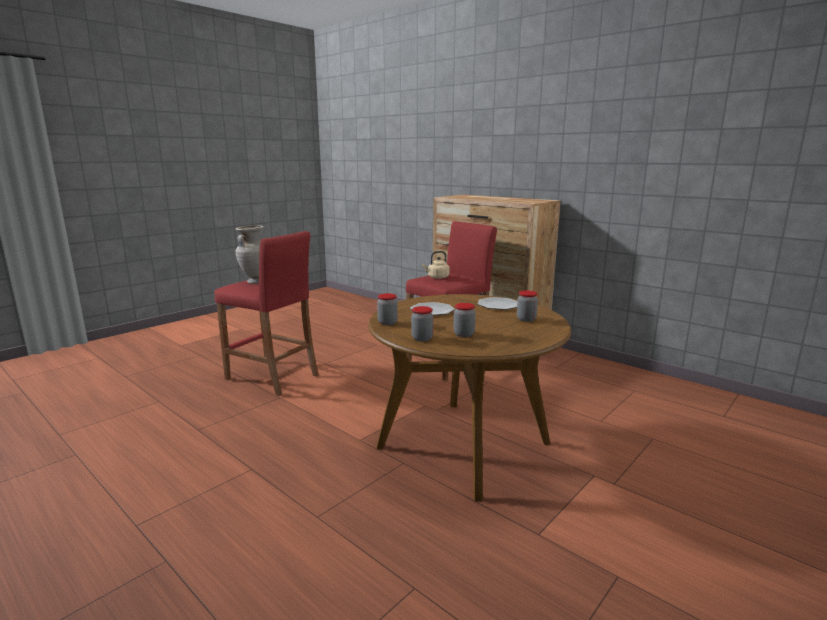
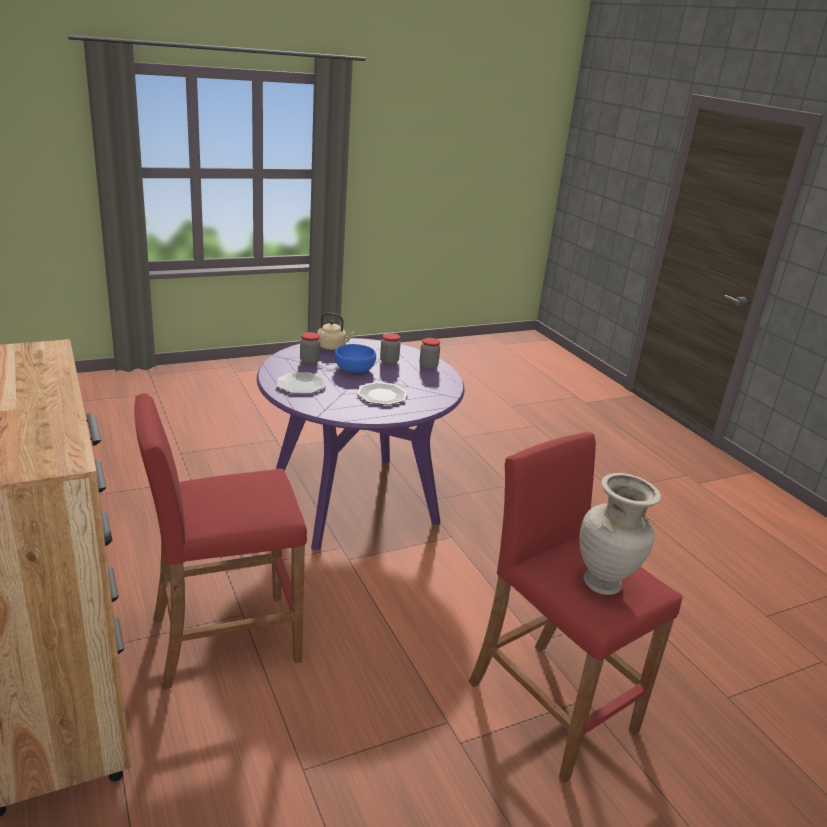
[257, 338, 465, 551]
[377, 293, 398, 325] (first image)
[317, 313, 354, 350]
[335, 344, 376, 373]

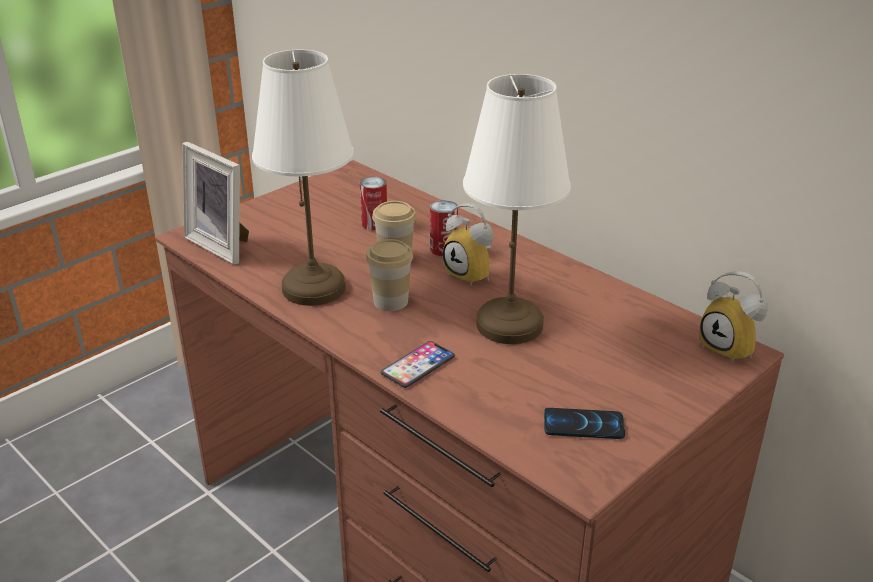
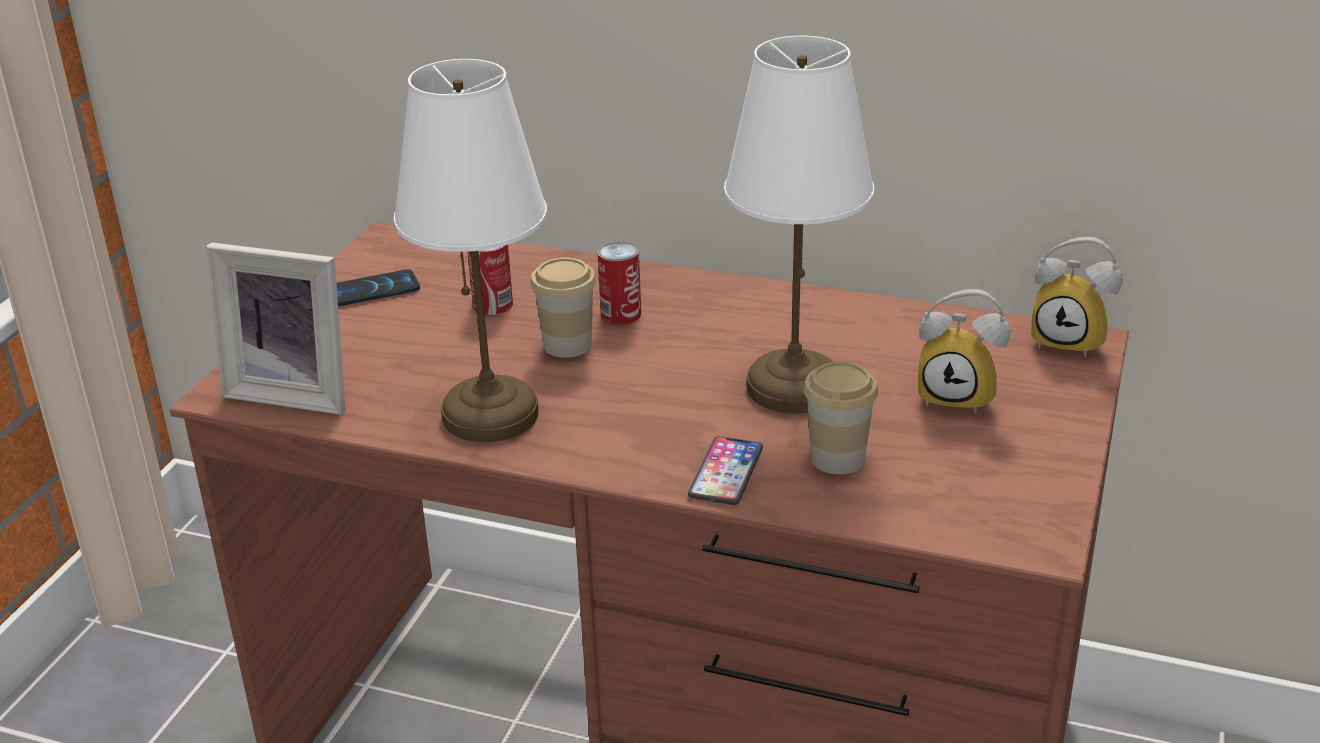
[803, 362, 878, 474]
[918, 289, 1010, 414]
[336, 269, 420, 306]

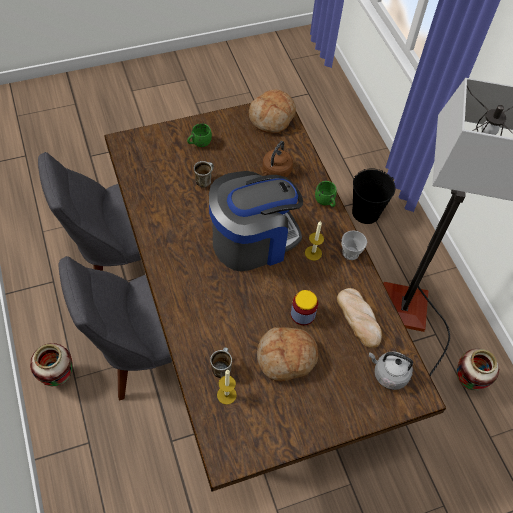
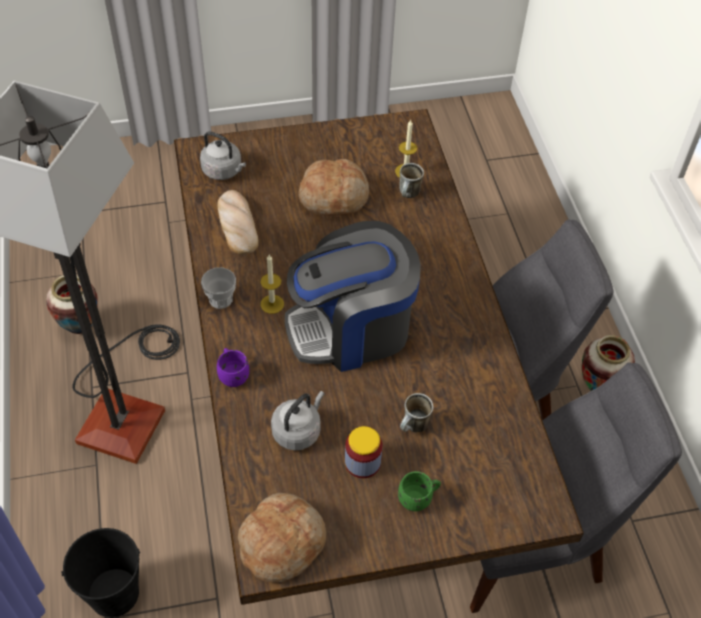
[271, 391, 324, 450]
[345, 426, 382, 478]
[217, 348, 249, 387]

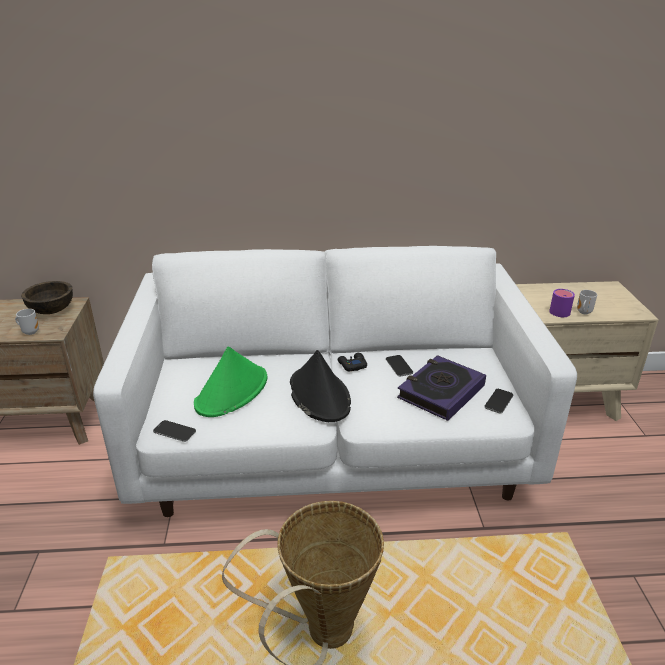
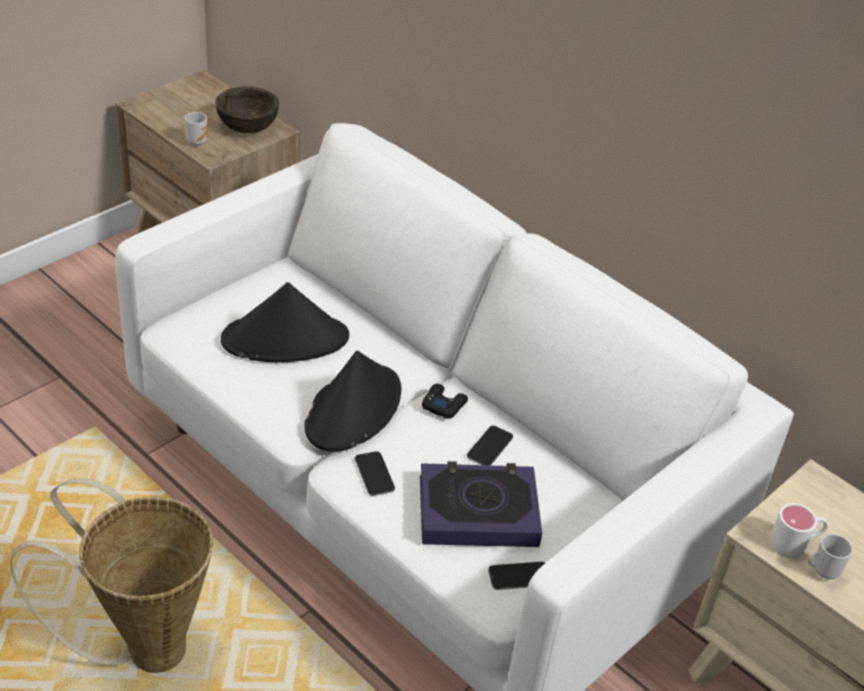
[355, 451, 395, 496]
[221, 282, 349, 363]
[769, 503, 829, 559]

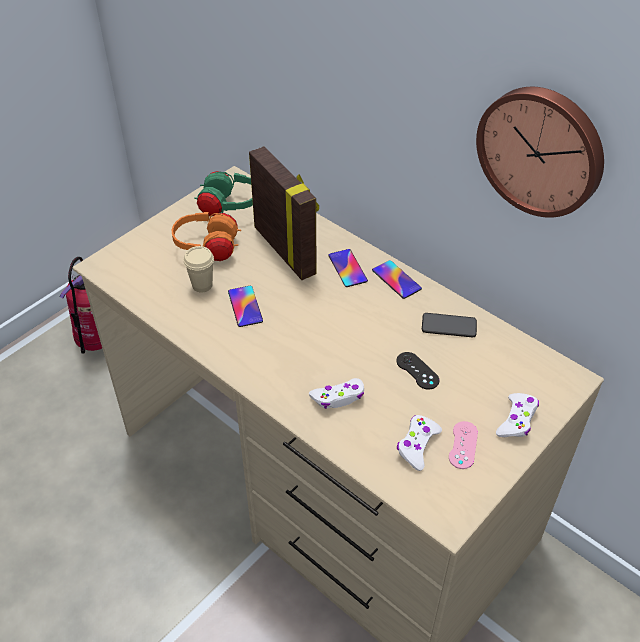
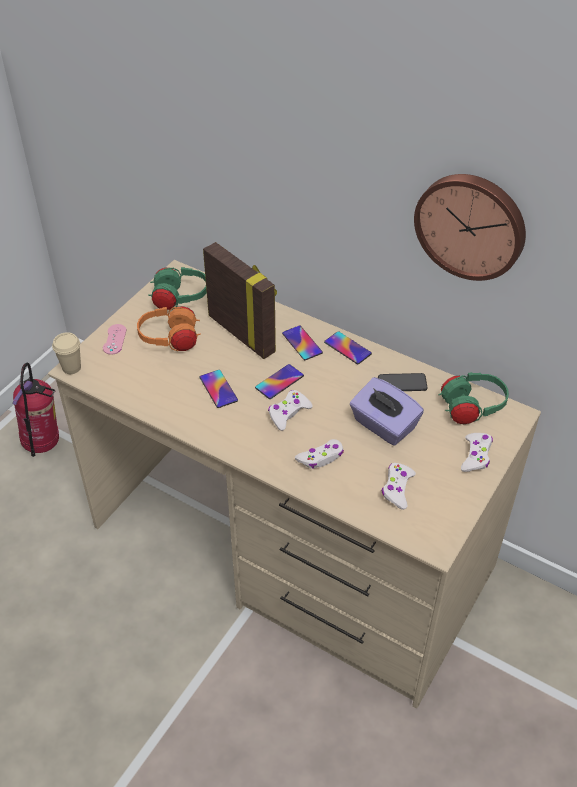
[52, 332, 81, 374]
[349, 377, 424, 446]
[103, 324, 127, 355]
[255, 364, 304, 399]
[268, 390, 313, 431]
[439, 372, 509, 424]

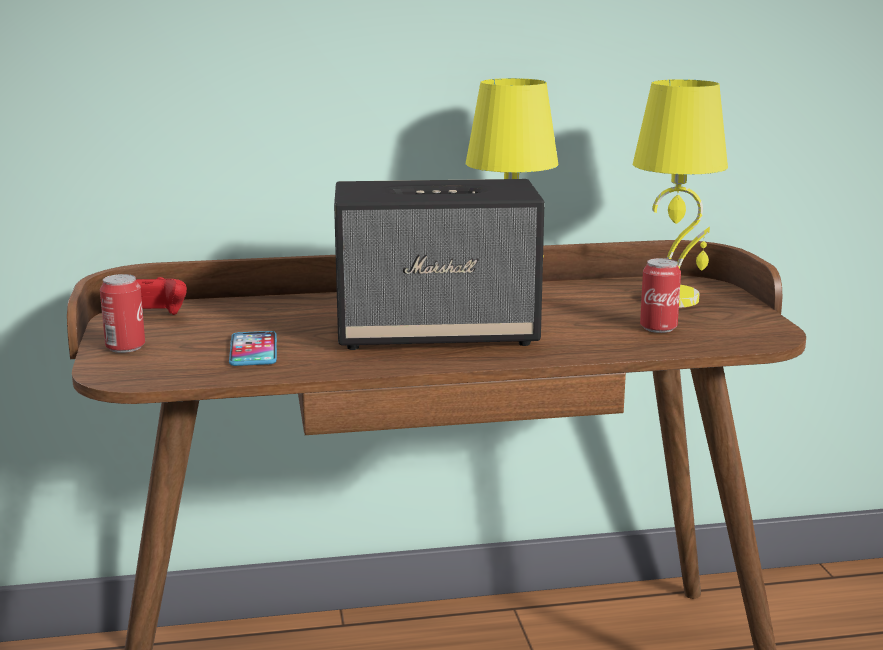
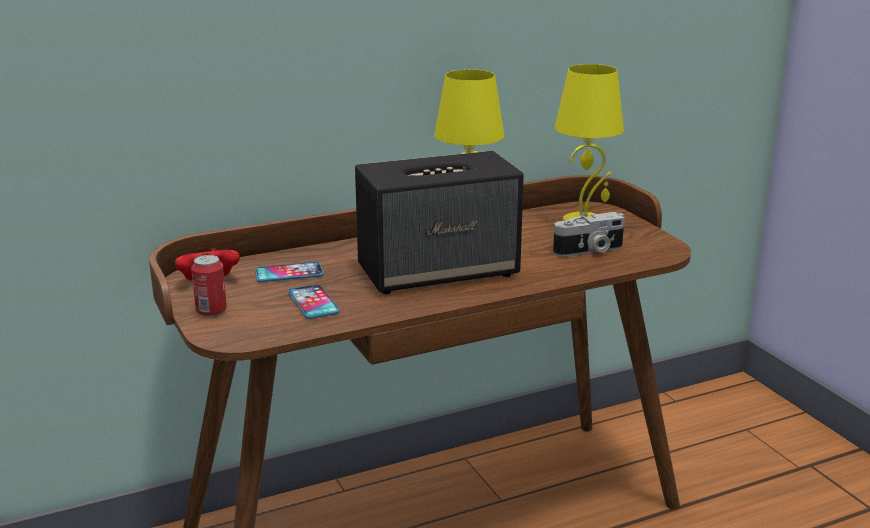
[553, 212, 625, 257]
[255, 262, 324, 282]

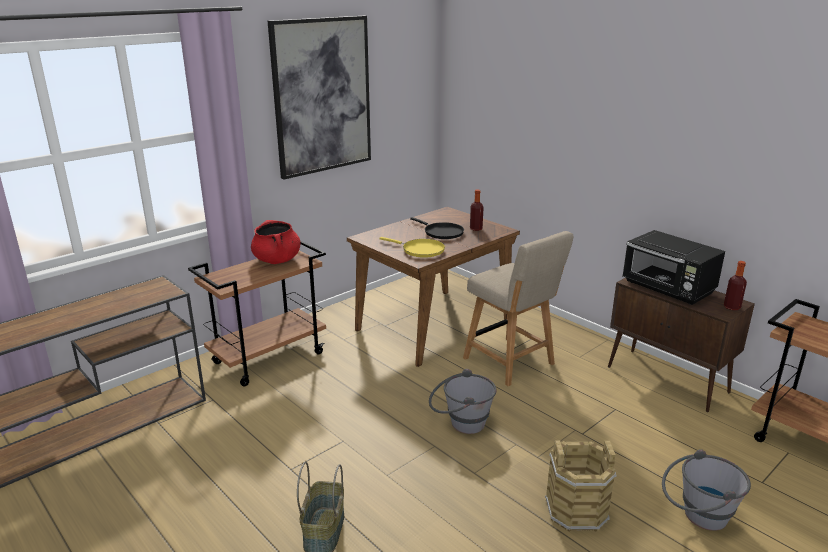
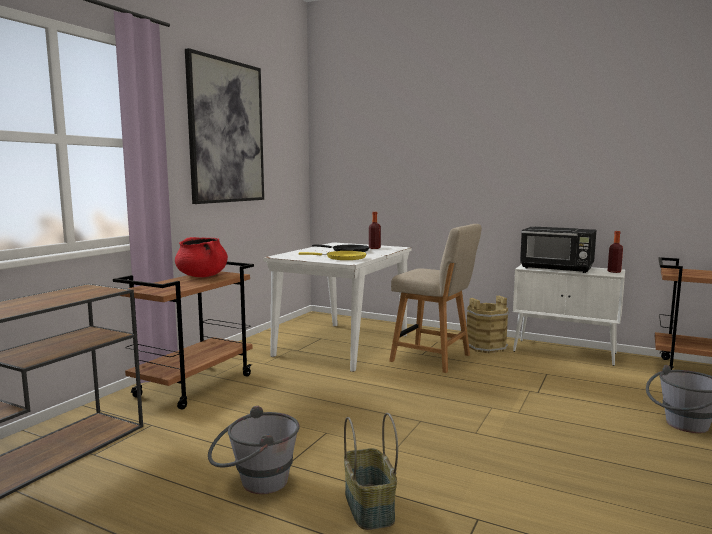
[263, 242, 412, 372]
[208, 406, 300, 494]
[466, 296, 510, 353]
[513, 264, 625, 366]

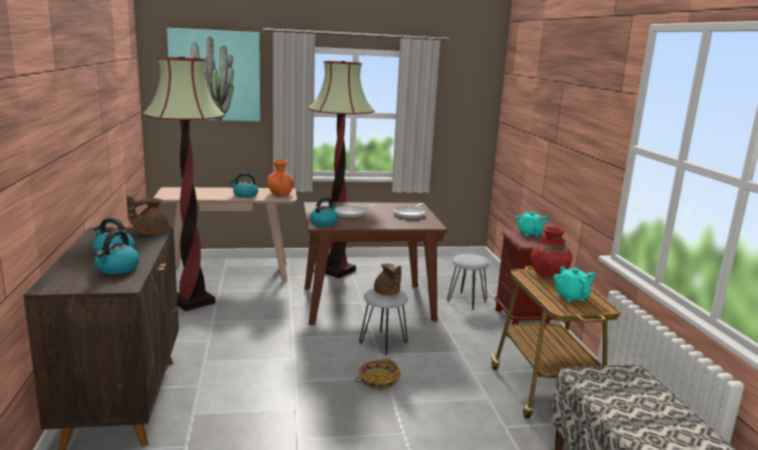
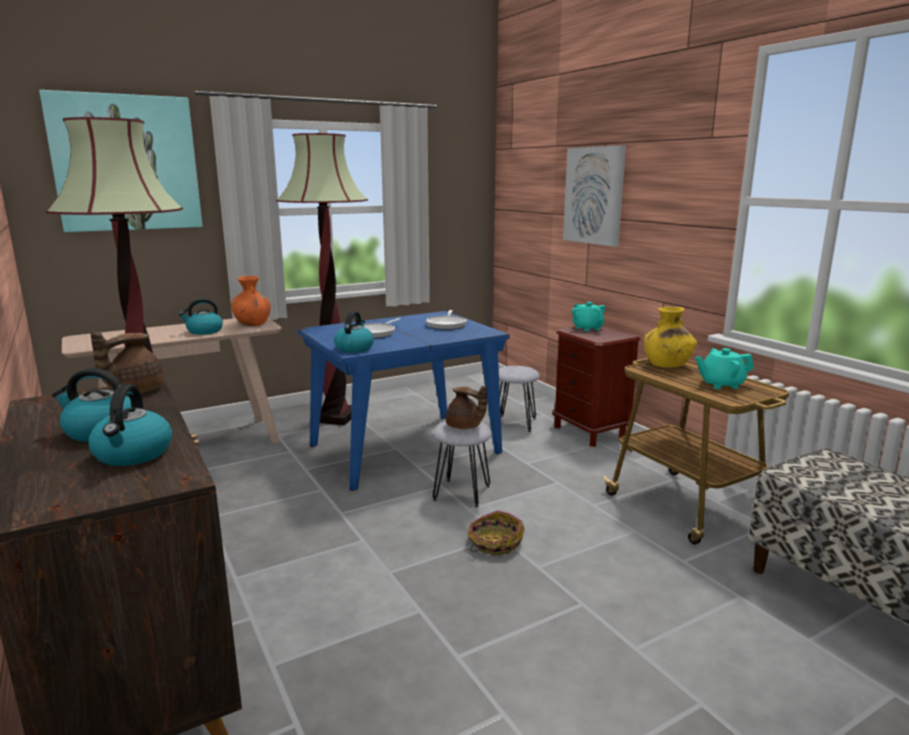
[297, 311, 509, 491]
[644, 307, 697, 368]
[696, 348, 754, 389]
[563, 145, 626, 247]

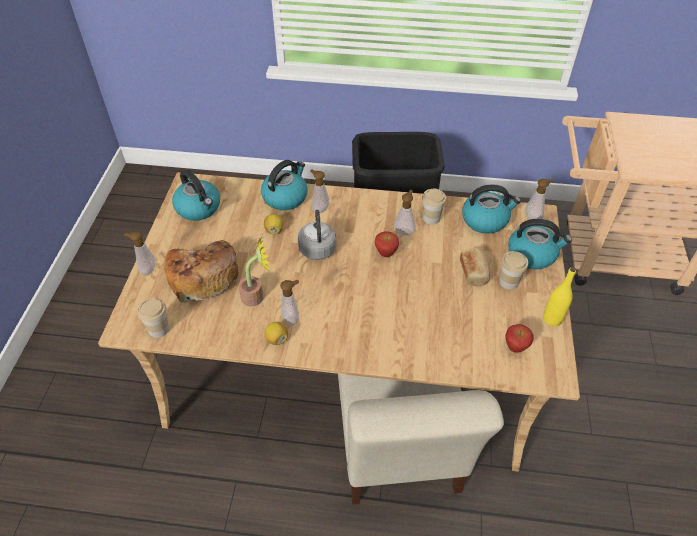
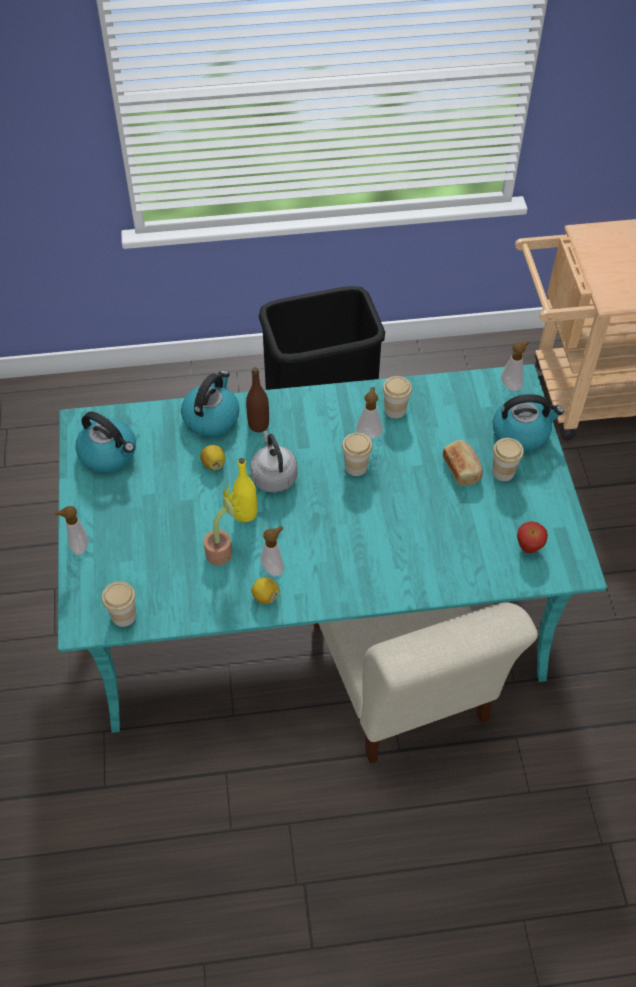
[58, 364, 607, 733]
[164, 240, 239, 303] (first image)
[246, 367, 269, 432]
[342, 433, 373, 476]
[462, 185, 521, 234] (first image)
[233, 458, 257, 522]

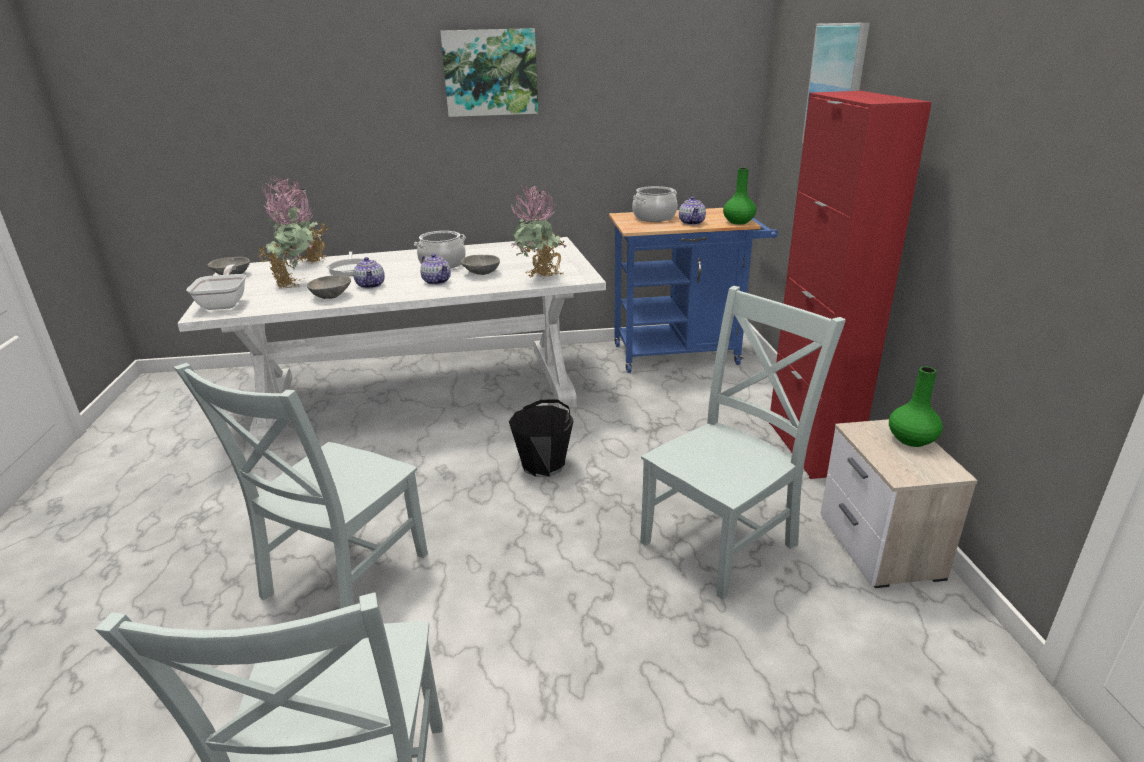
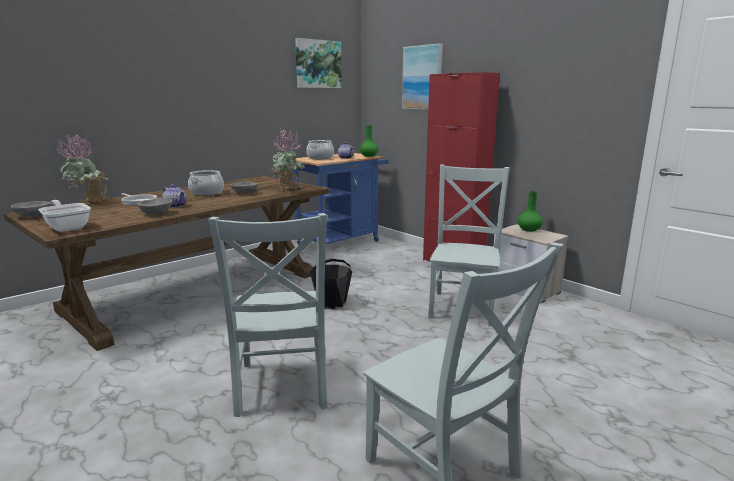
[4, 176, 330, 351]
[258, 188, 314, 289] (first image)
[420, 254, 451, 285] (first image)
[295, 38, 342, 88]

